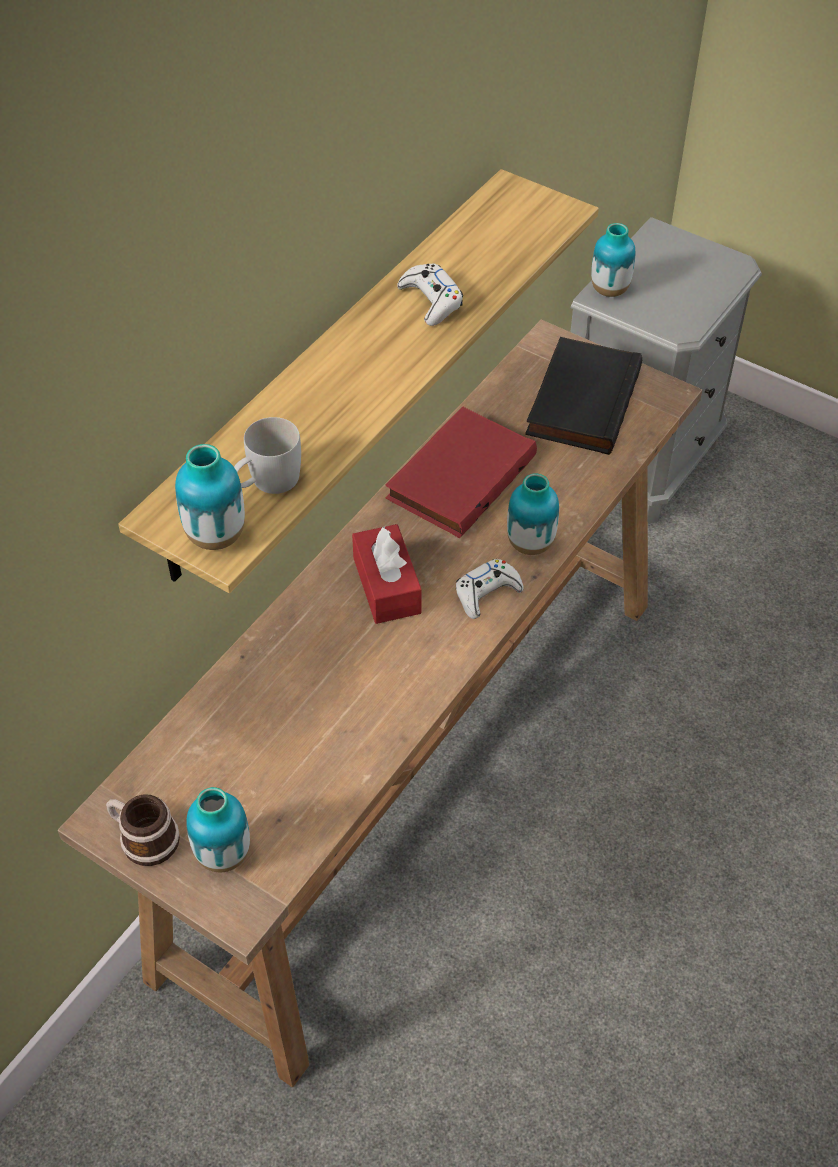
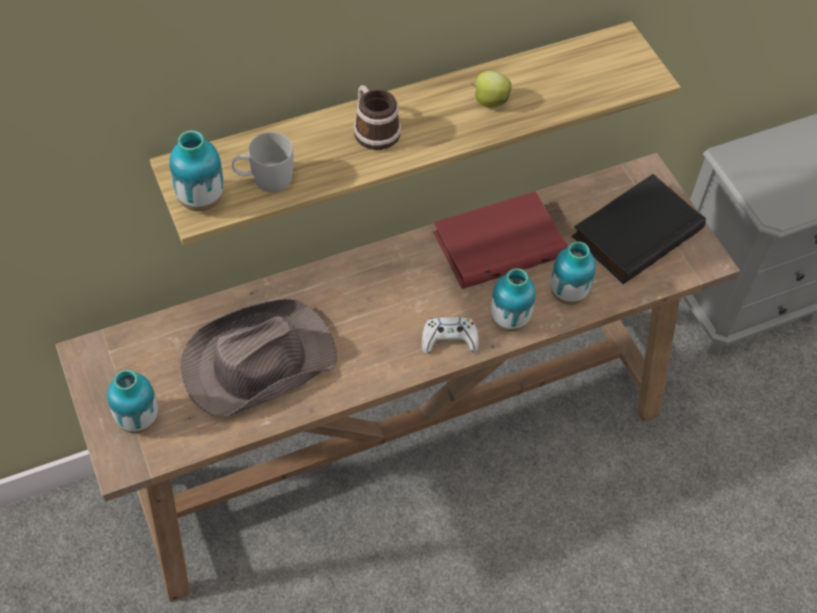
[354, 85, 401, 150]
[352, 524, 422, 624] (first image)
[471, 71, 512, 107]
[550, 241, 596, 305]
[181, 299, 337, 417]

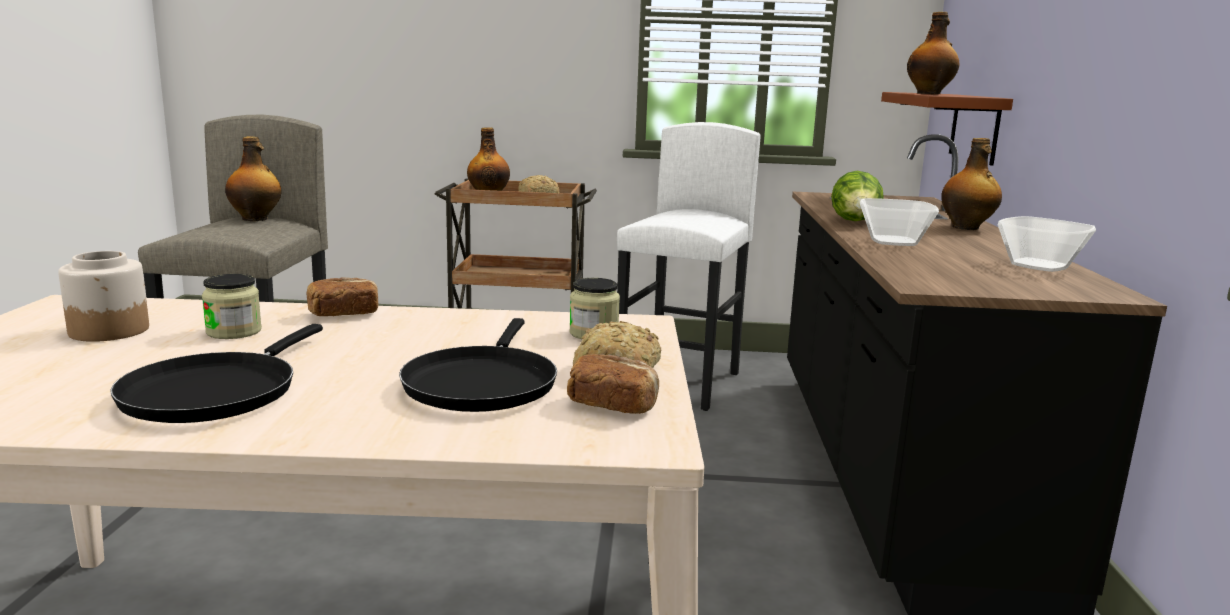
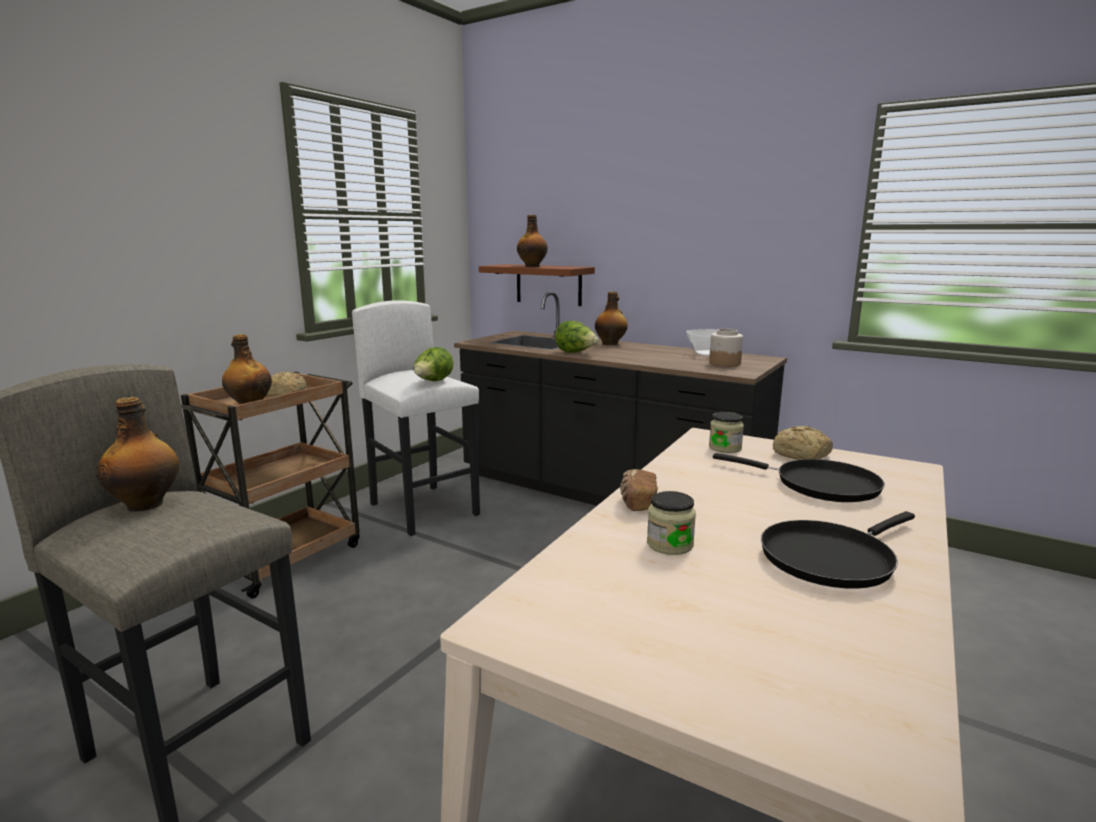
[709, 329, 743, 367]
[761, 511, 915, 589]
[567, 354, 659, 414] (first image)
[860, 198, 939, 246] (first image)
[413, 347, 454, 381]

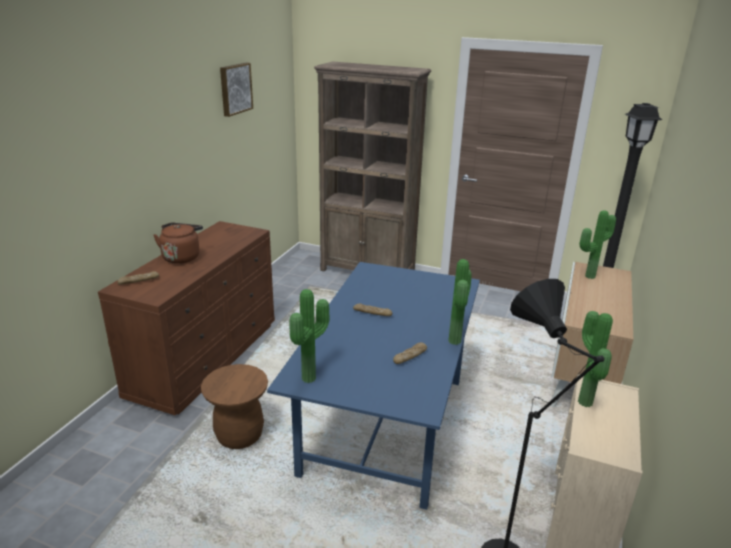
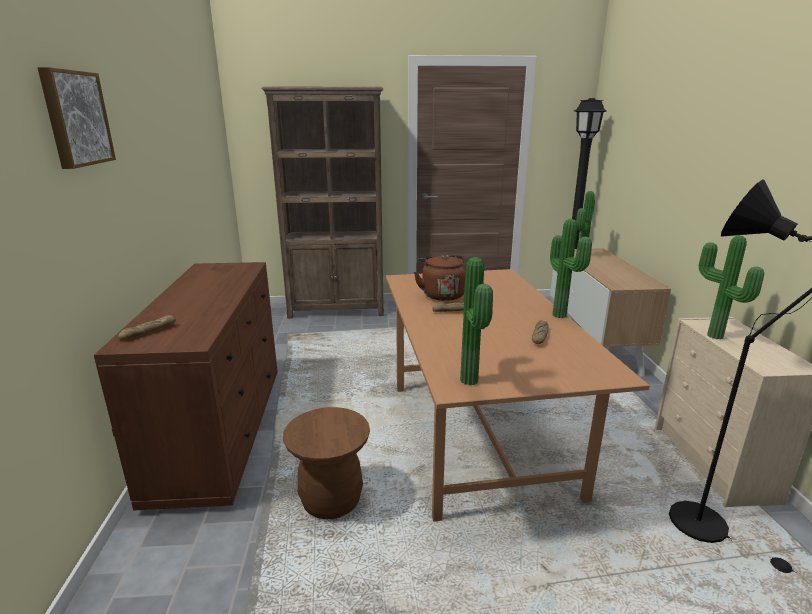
[414, 255, 466, 301]
[37, 67, 116, 169]
[386, 269, 650, 522]

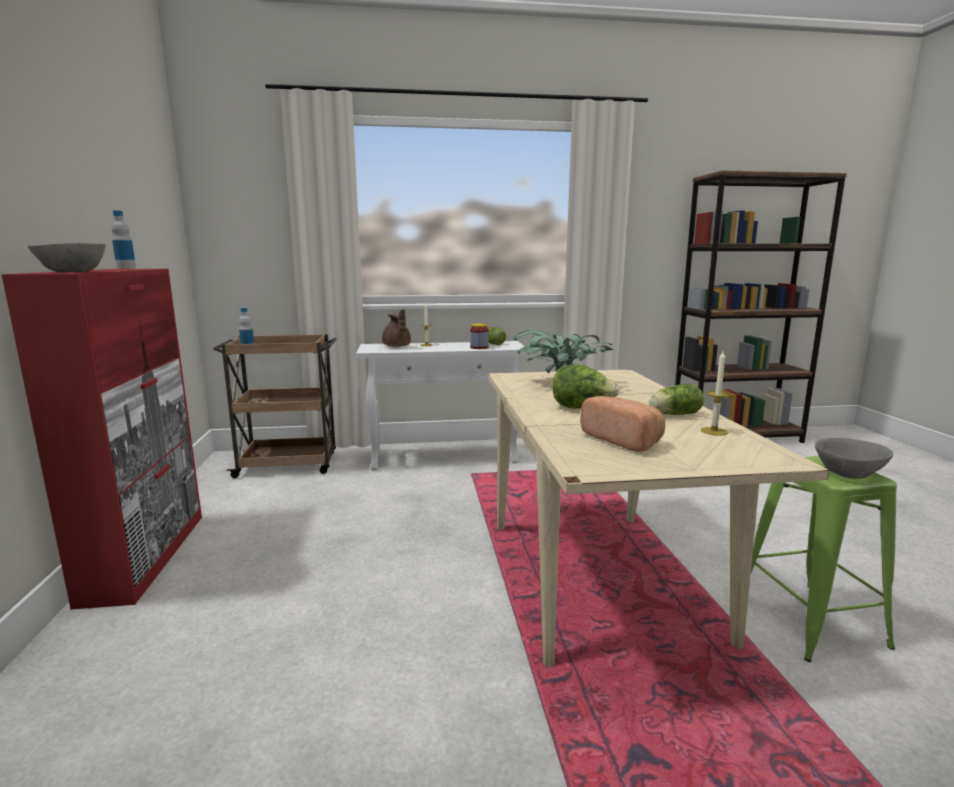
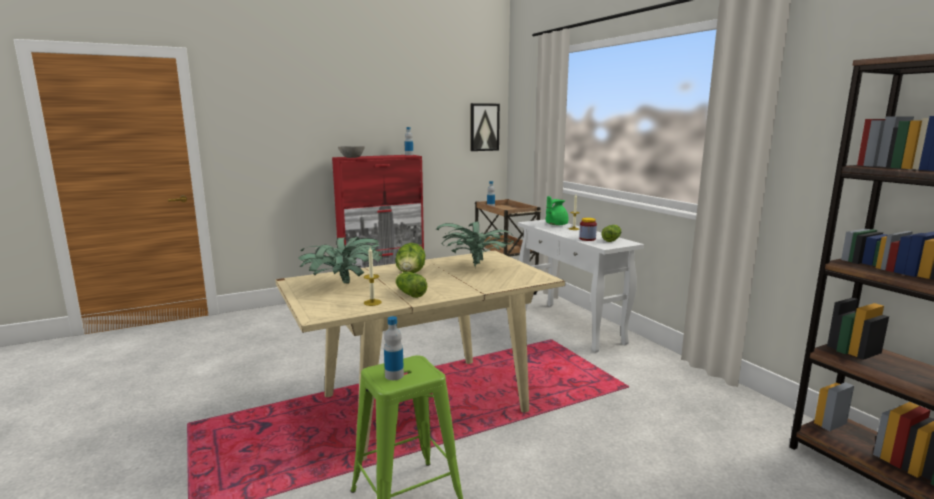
[546, 196, 568, 225]
[298, 237, 383, 284]
[384, 316, 404, 380]
[470, 103, 500, 151]

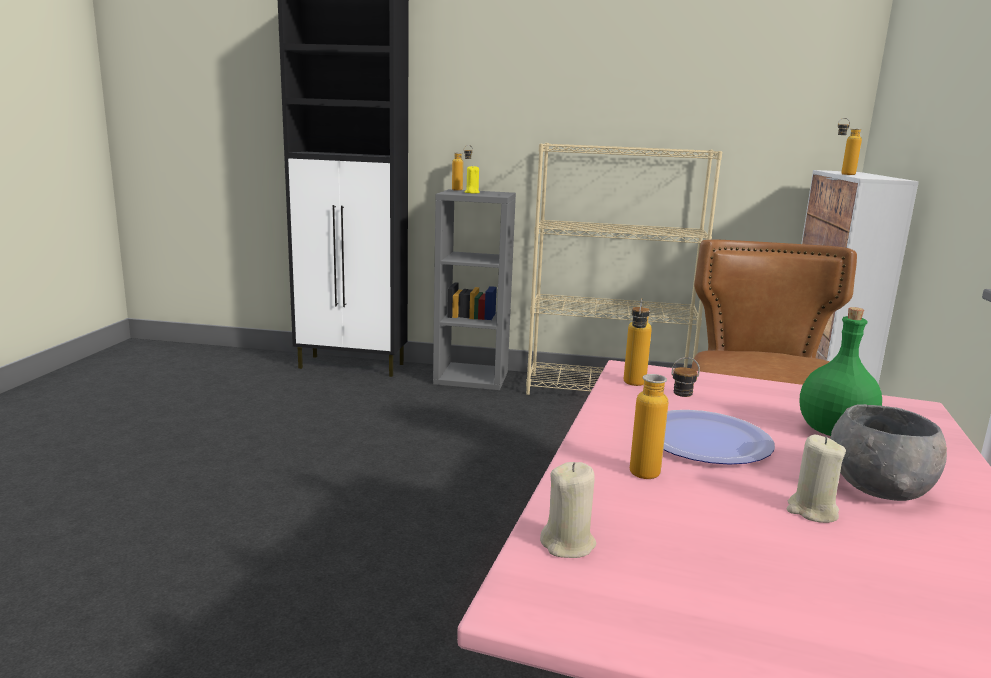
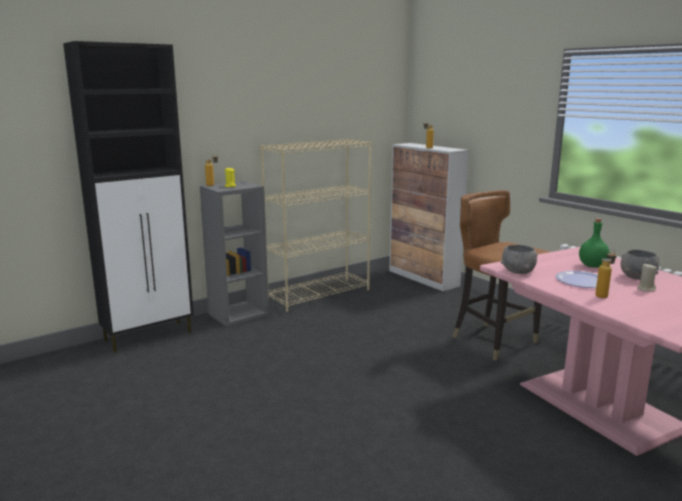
[540, 462, 596, 558] (first image)
[501, 245, 538, 274]

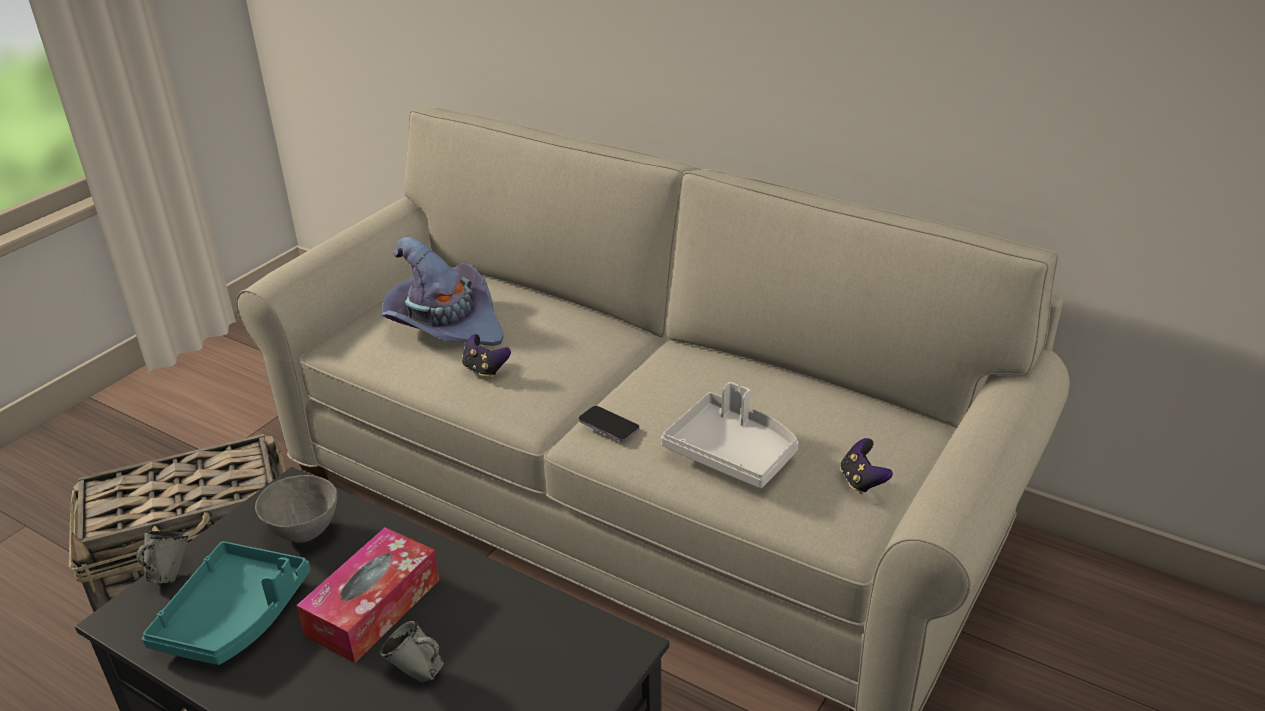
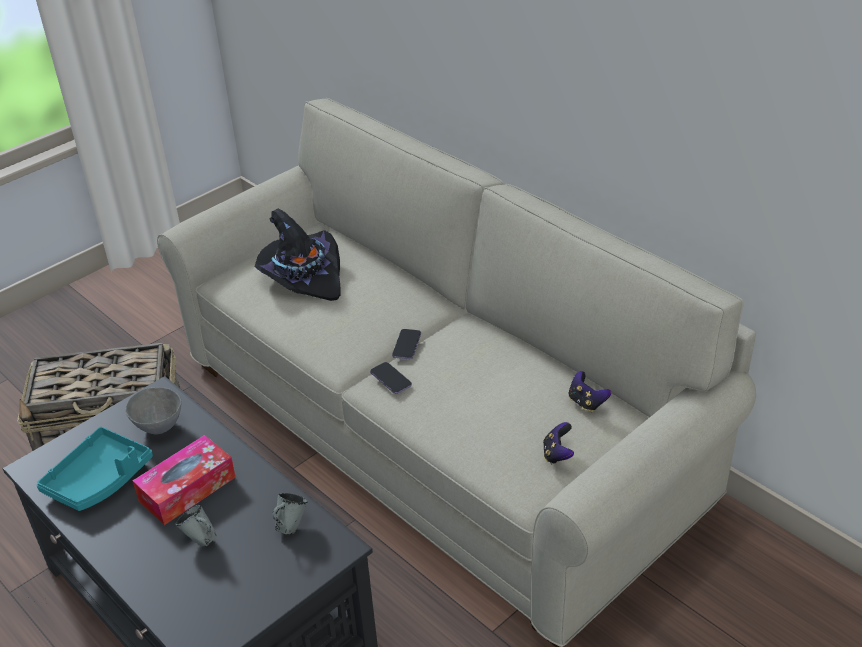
[272, 493, 308, 534]
[254, 209, 341, 301]
[569, 371, 611, 412]
[661, 382, 799, 488] (first image)
[392, 329, 421, 359]

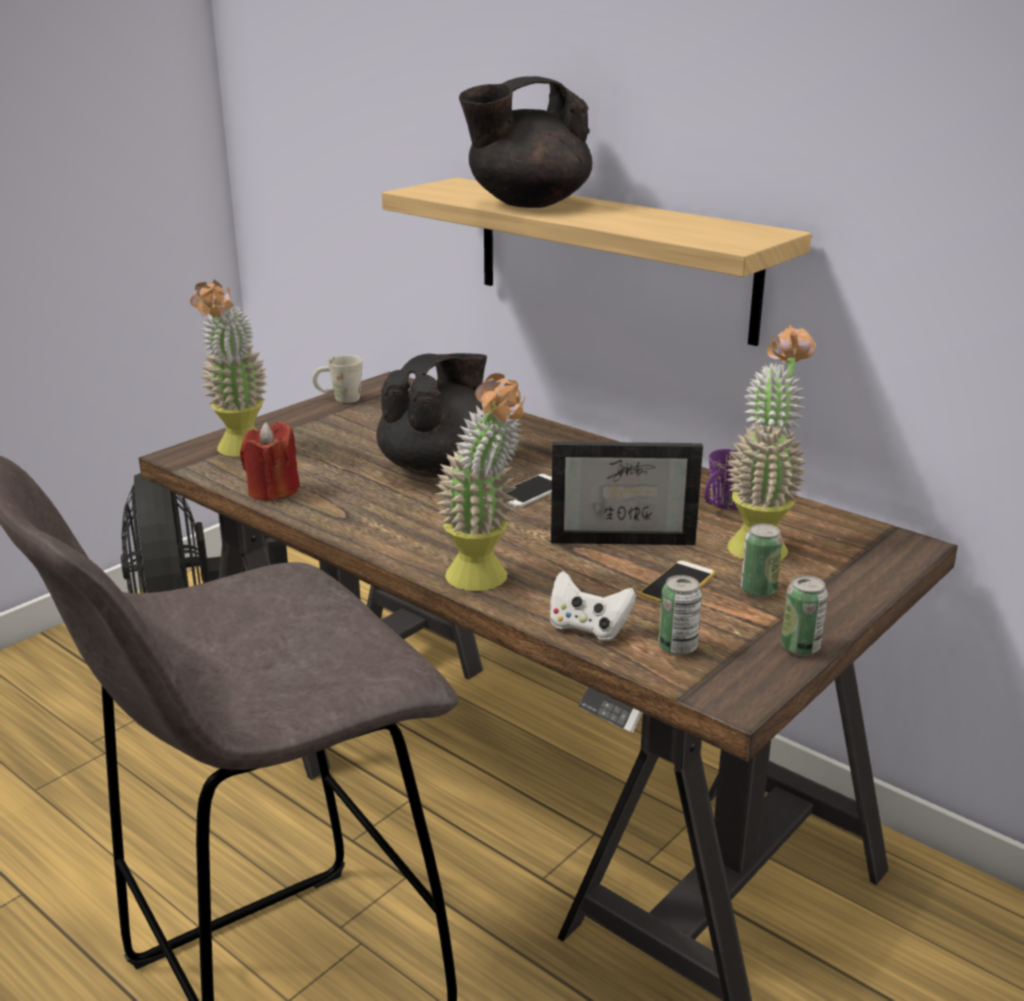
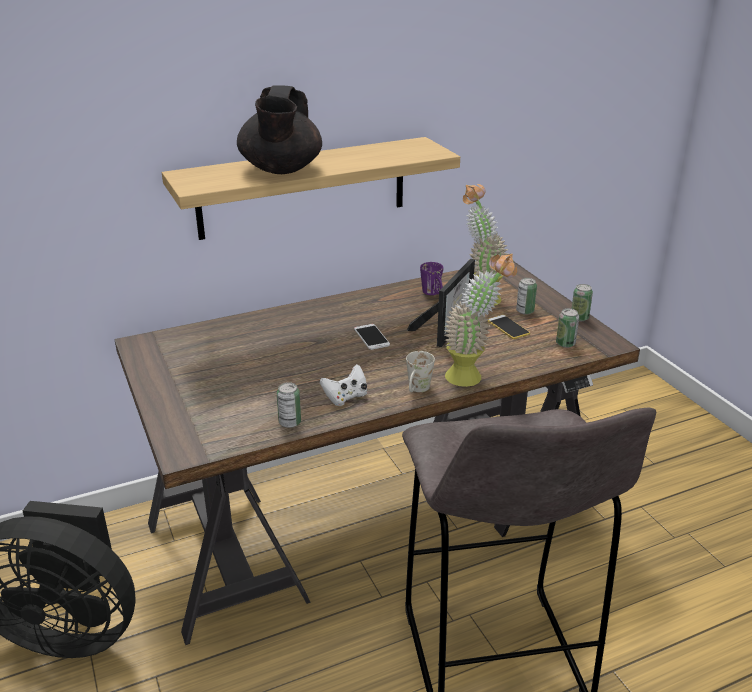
[190, 280, 267, 457] (first image)
[277, 382, 301, 428]
[406, 351, 435, 392]
[376, 353, 487, 477] (first image)
[320, 364, 367, 406]

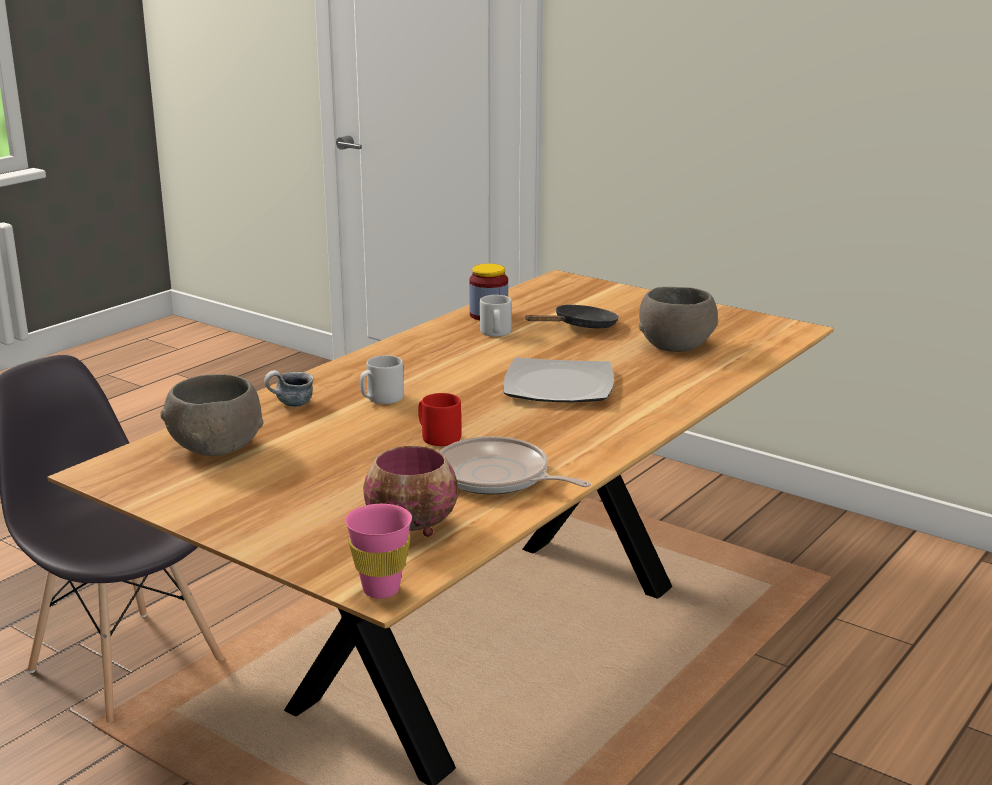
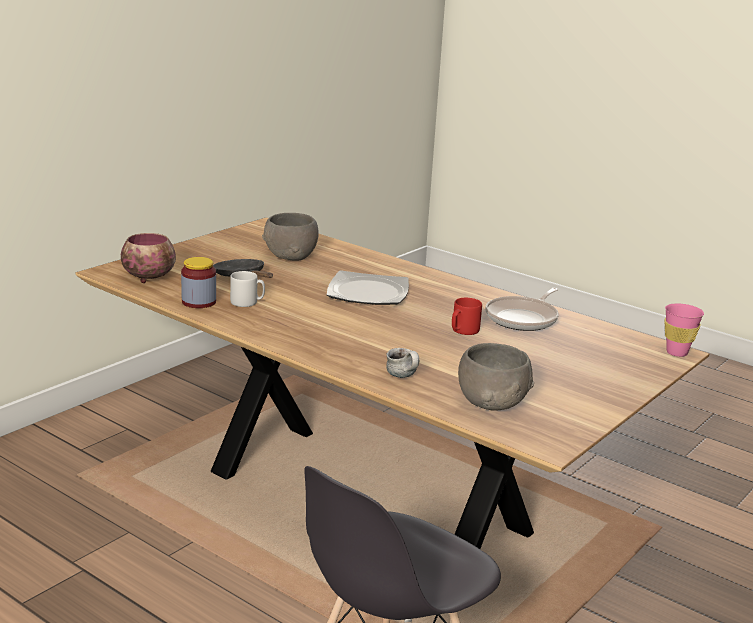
[360, 355, 404, 404] (first image)
[121, 233, 176, 283]

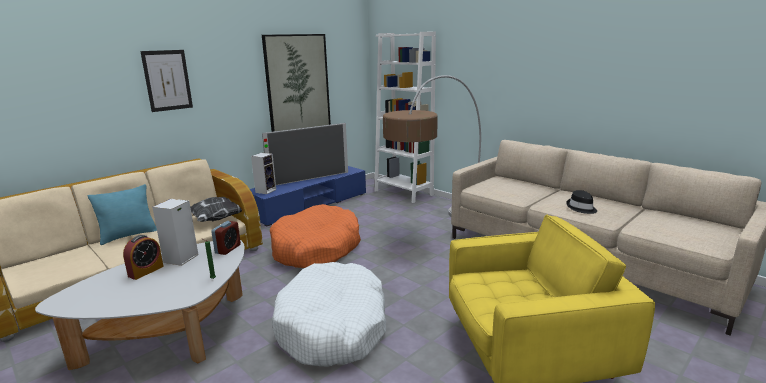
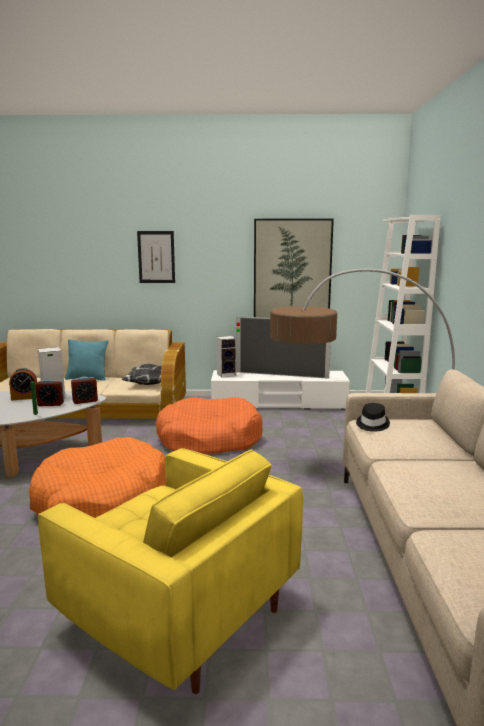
[211, 370, 350, 410]
[29, 437, 166, 518]
[356, 403, 390, 432]
[35, 379, 64, 406]

